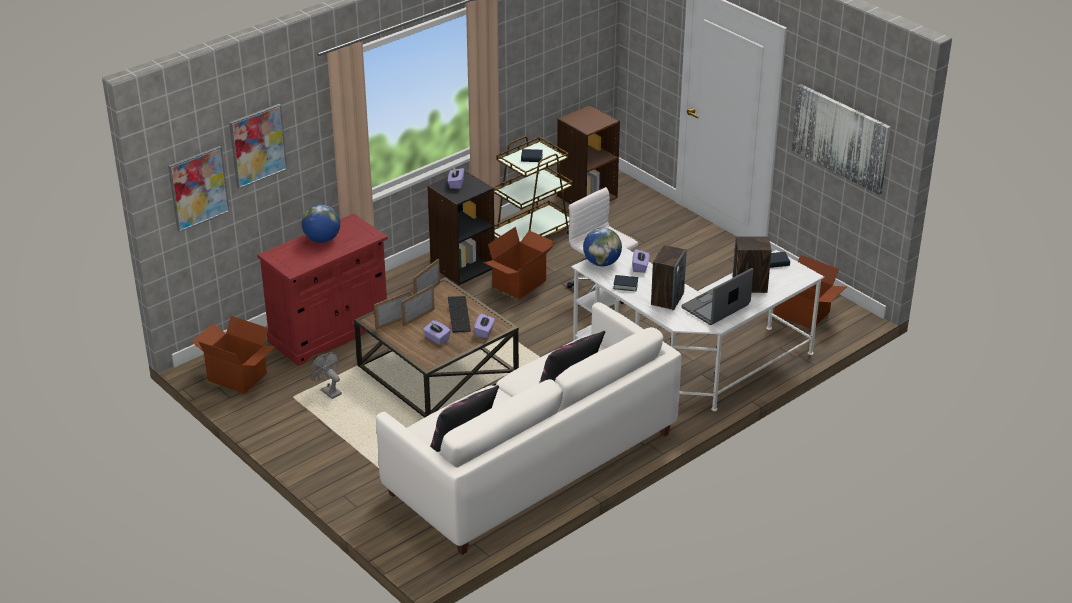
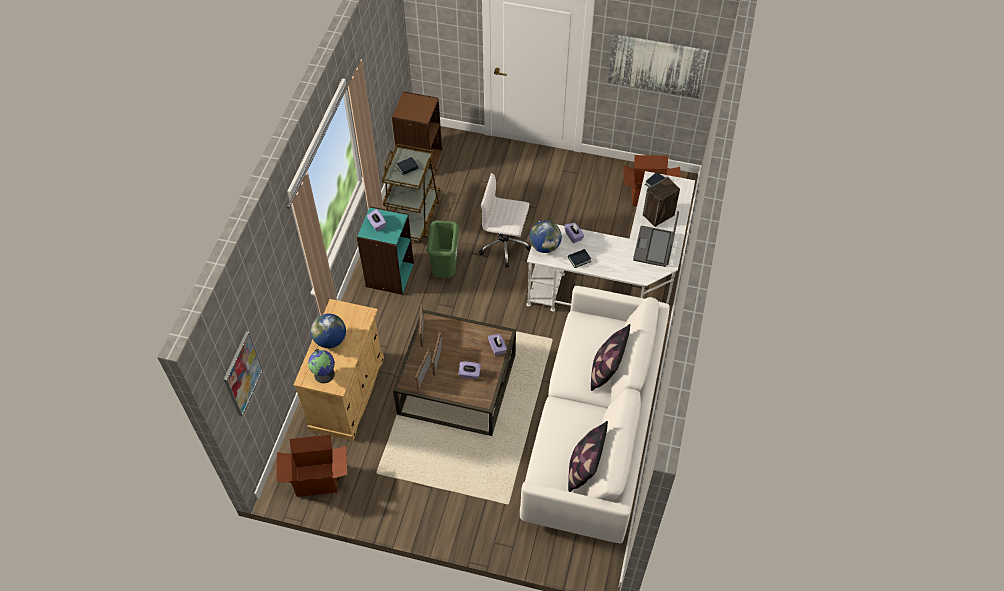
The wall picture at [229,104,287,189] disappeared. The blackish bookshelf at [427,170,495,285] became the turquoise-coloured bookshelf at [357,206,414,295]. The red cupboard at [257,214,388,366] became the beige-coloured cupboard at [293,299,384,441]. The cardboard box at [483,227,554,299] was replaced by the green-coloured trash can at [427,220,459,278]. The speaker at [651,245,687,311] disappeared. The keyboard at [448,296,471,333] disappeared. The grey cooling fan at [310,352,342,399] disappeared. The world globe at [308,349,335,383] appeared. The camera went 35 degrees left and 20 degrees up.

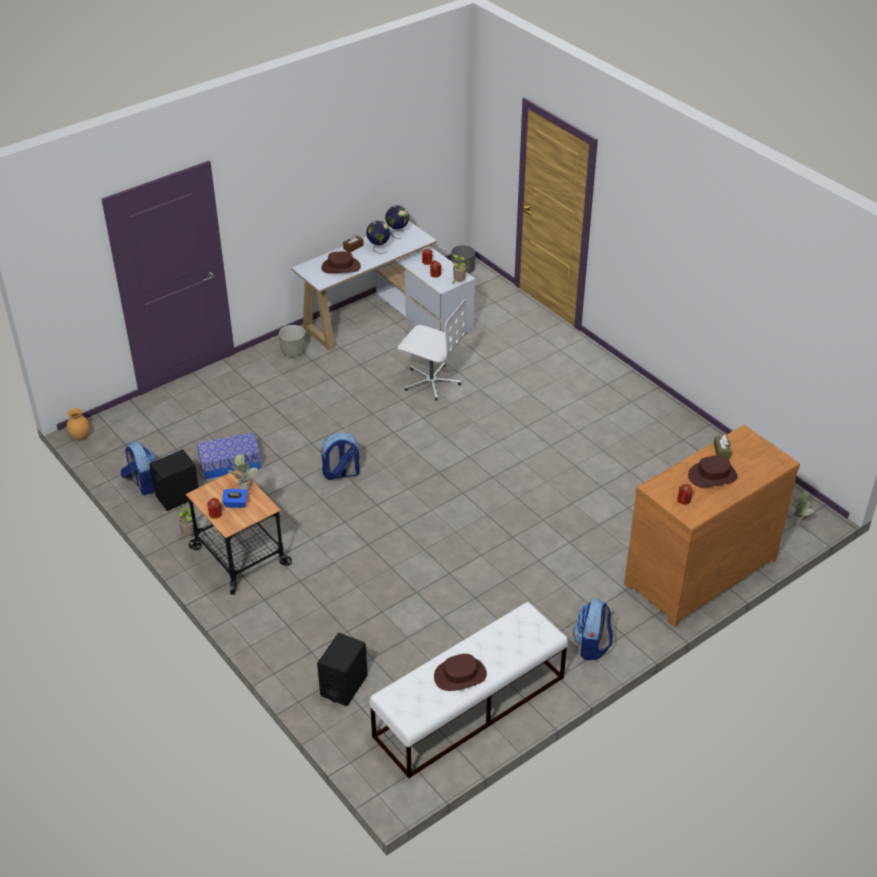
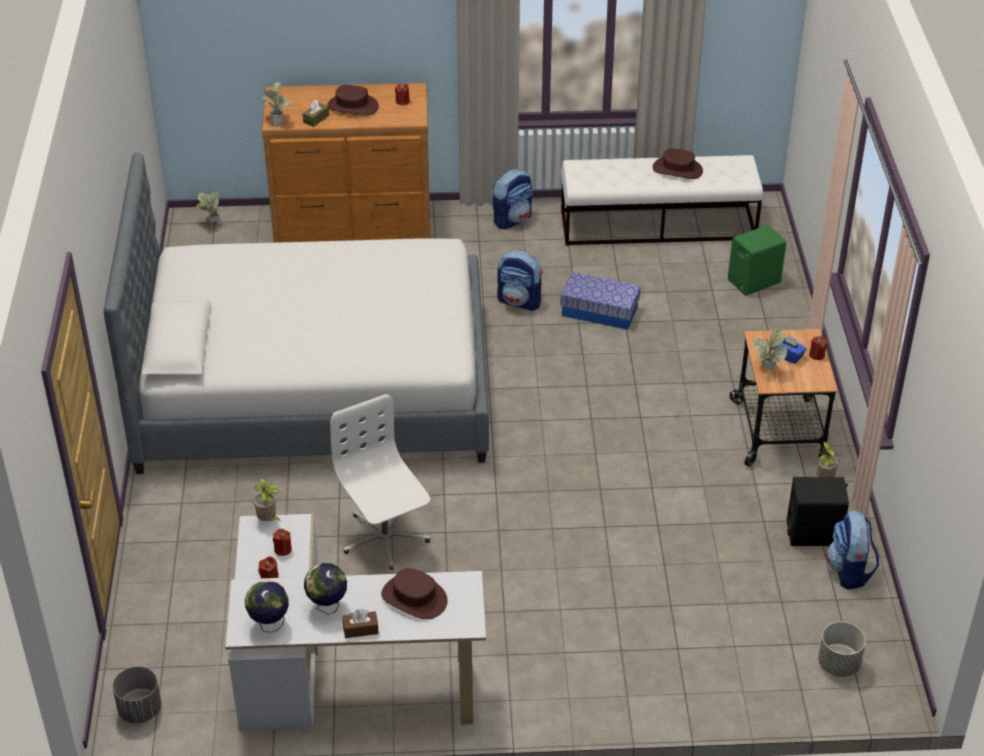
The grey plant pot moved from [279,325,306,357] to [818,622,866,677]. The brown flower vase at [67,408,90,441] disappeared. The storage container moved from [197,432,262,479] to [560,272,641,330]. The rucksack moved from [321,433,360,480] to [497,250,543,311]. The blackish speaker at [317,633,368,706] became the green-coloured speaker at [728,225,786,296]. The plant in a pot at [261,82,291,126] appeared. The sleeping bed at [104,152,489,474] appeared. The camera went 145 degrees left and 0 degrees up.

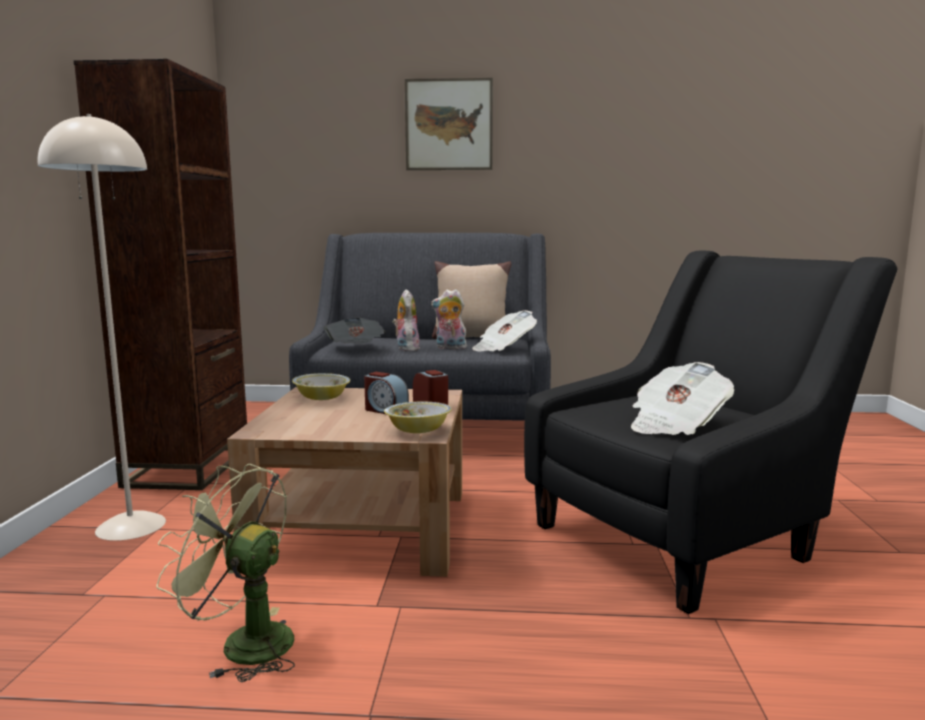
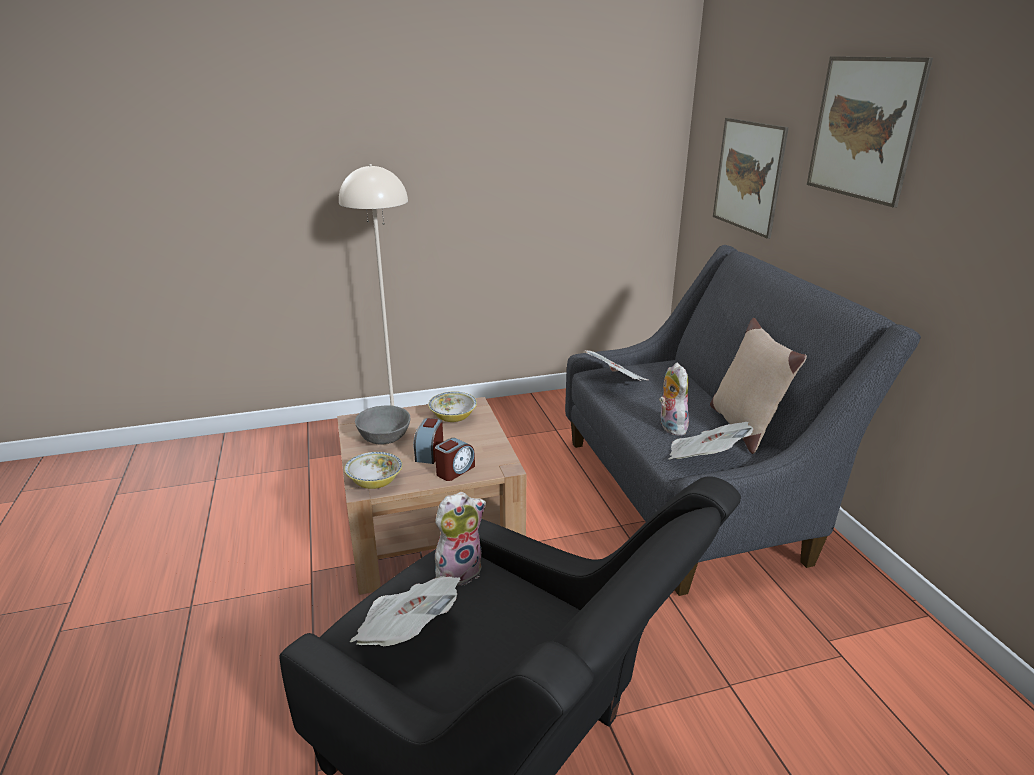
The brown bookshelf at [74,59,247,490] disappeared. The cuddly toy moved from [392,290,420,351] to [435,492,486,586]. The green-coloured cooling fan at [156,464,295,682] disappeared. The wall picture at [713,118,789,239] appeared. The grey deep dish at [355,405,410,445] appeared. The camera went 70 degrees right and 15 degrees up.

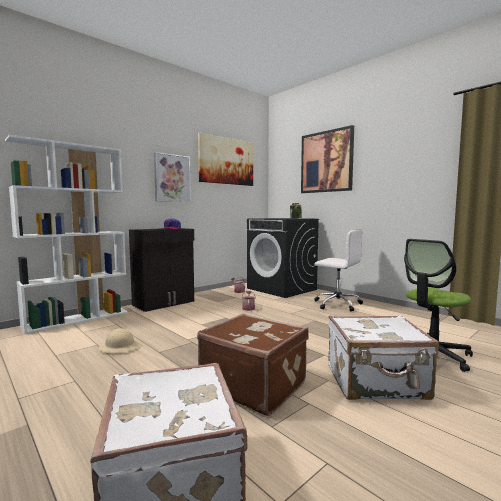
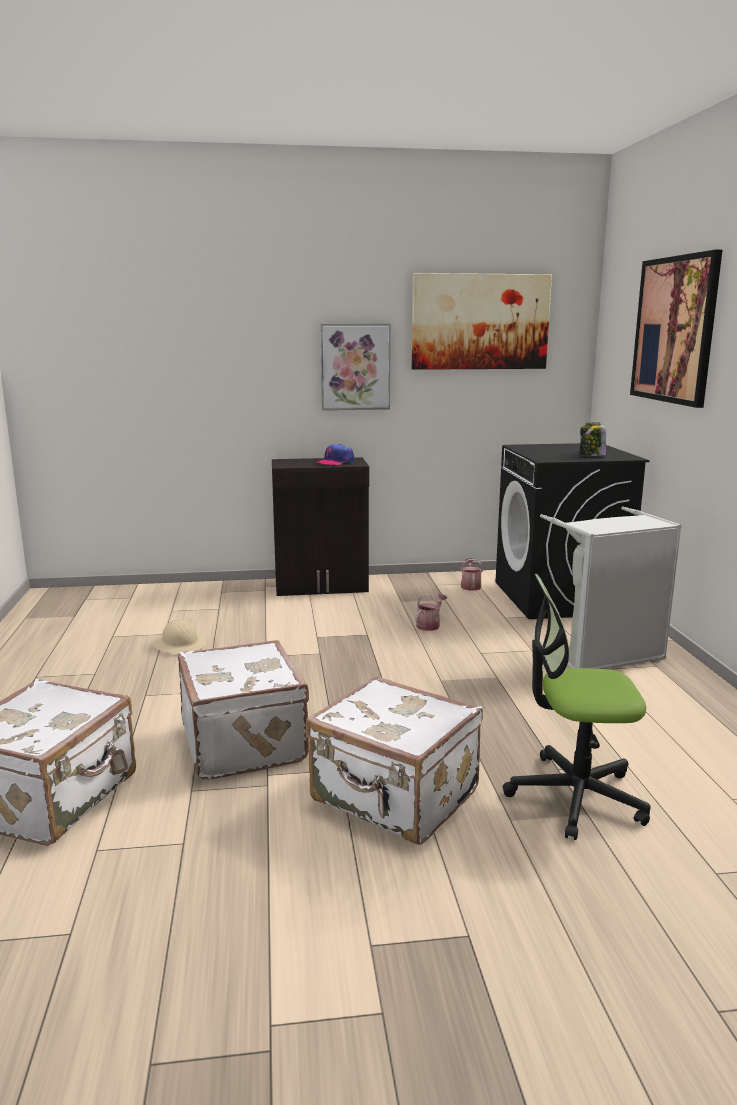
The white bookshelf at [5,135,128,334] disappeared. The white computer chair at [314,229,363,311] was replaced by the grey washing basket at [532,507,682,669]. The brown piece of luggage at [197,314,309,416] became the white piece of luggage at [178,640,309,779]. The camera went 35 degrees right and 10 degrees up.

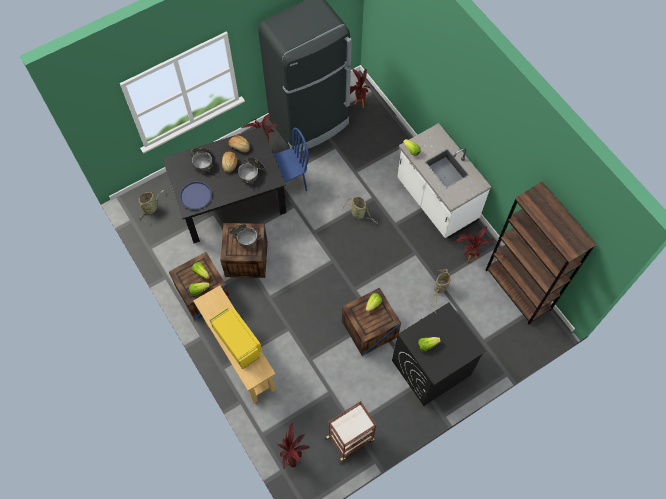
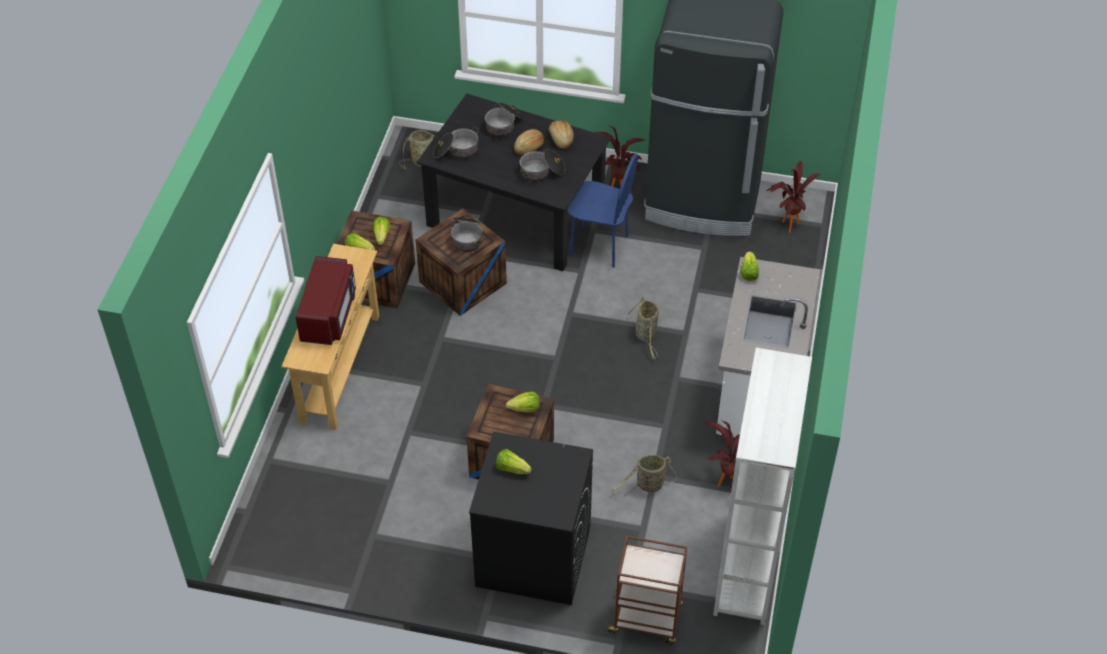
The bluish carrying tray at [179,181,213,210] was replaced by the stockpot at [433,127,479,159]. The brown bookshelf at [486,182,597,325] became the white bookshelf at [713,348,812,625]. The yellow-coloured microwave oven at [209,307,262,369] became the red microwave oven at [296,256,356,345]. The brown cart moved from [324,401,376,463] to [605,536,687,645]. The plant in a pot at [277,423,311,468] disappeared. The camera went 45 degrees right and 15 degrees down.

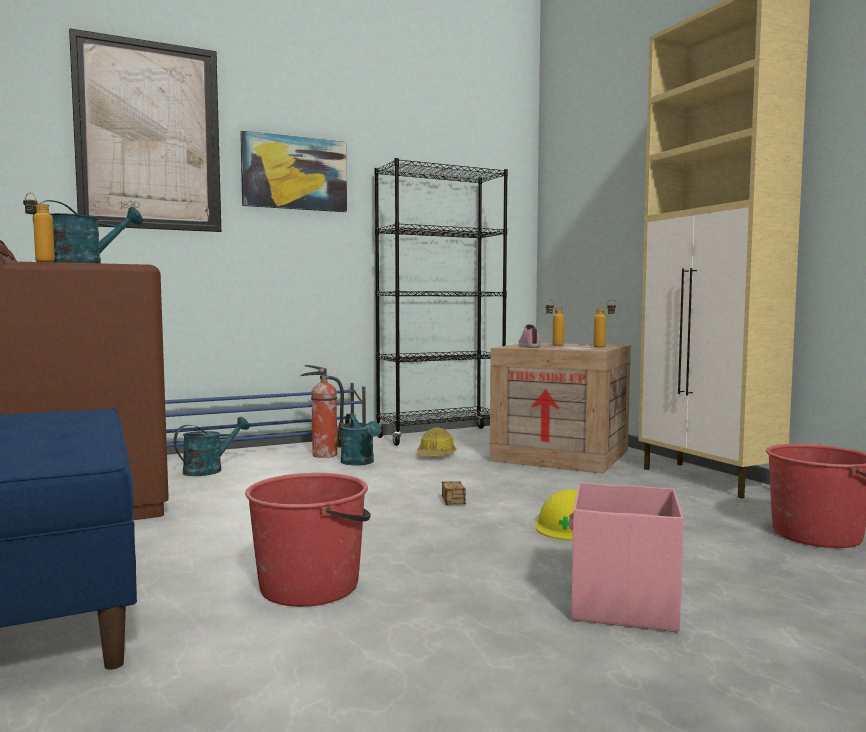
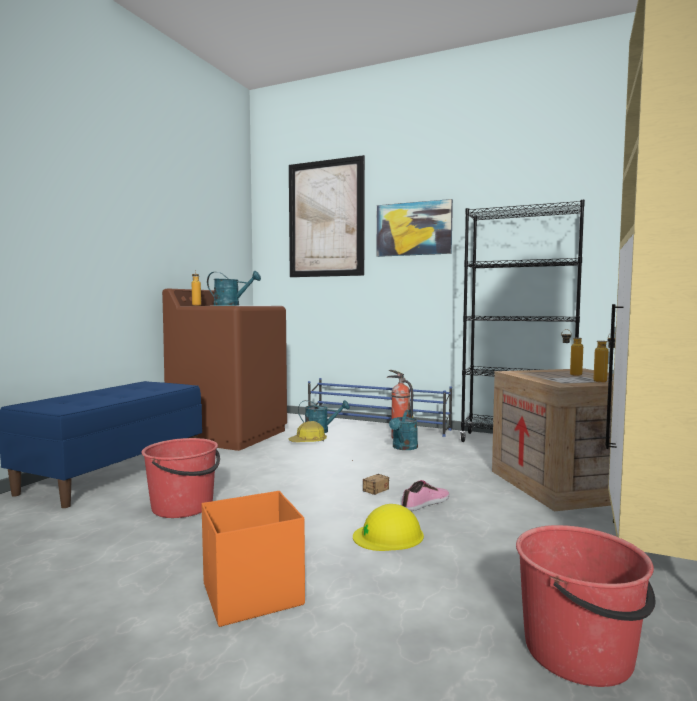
The low shoe moved from [518,324,541,348] to [402,480,449,511]. The safety helmet moved from [418,428,456,456] to [288,421,327,442]. The pink-coloured storage container at [569,482,684,632] became the orange-coloured storage container at [201,491,305,627]. The camera went 50 degrees right and 0 degrees up.

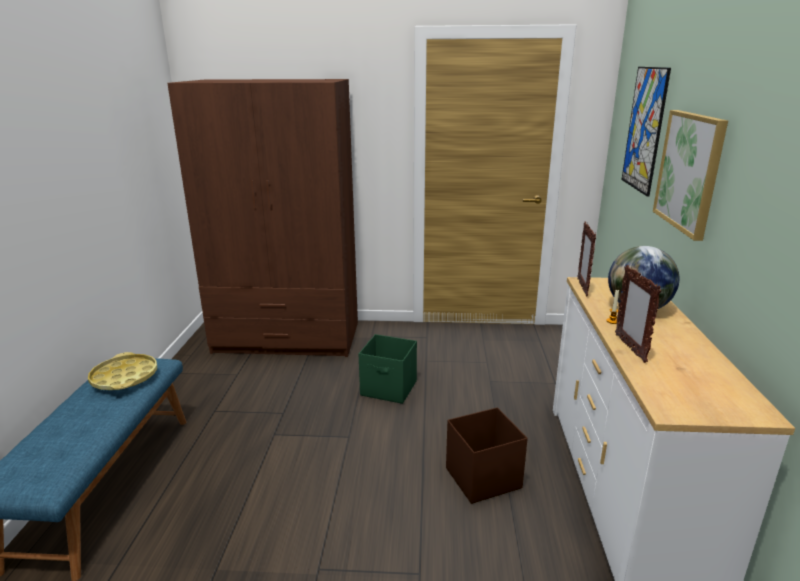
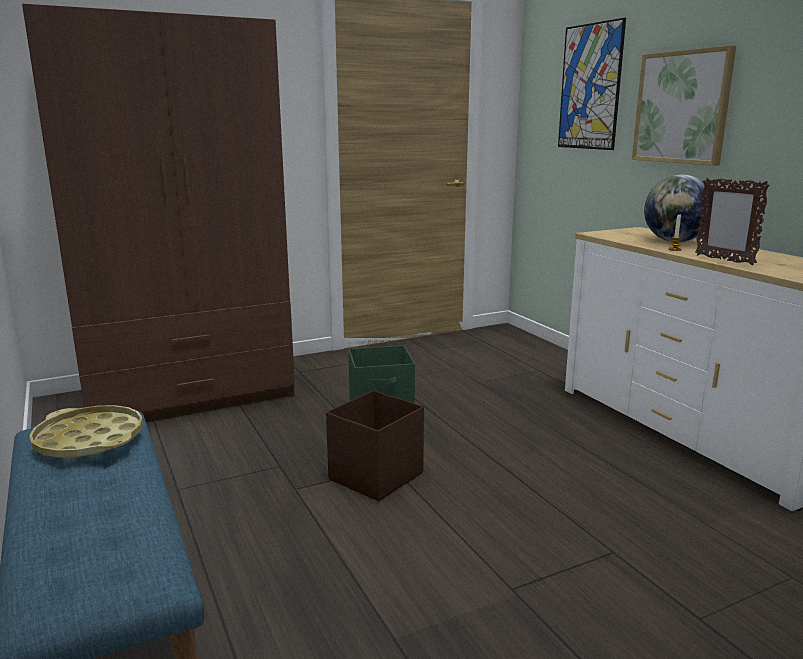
The photo frame at [577,222,596,296] disappeared. The brown storage container moved from [446,408,527,504] to [326,390,424,501]. The camera went 30 degrees left and 5 degrees down.

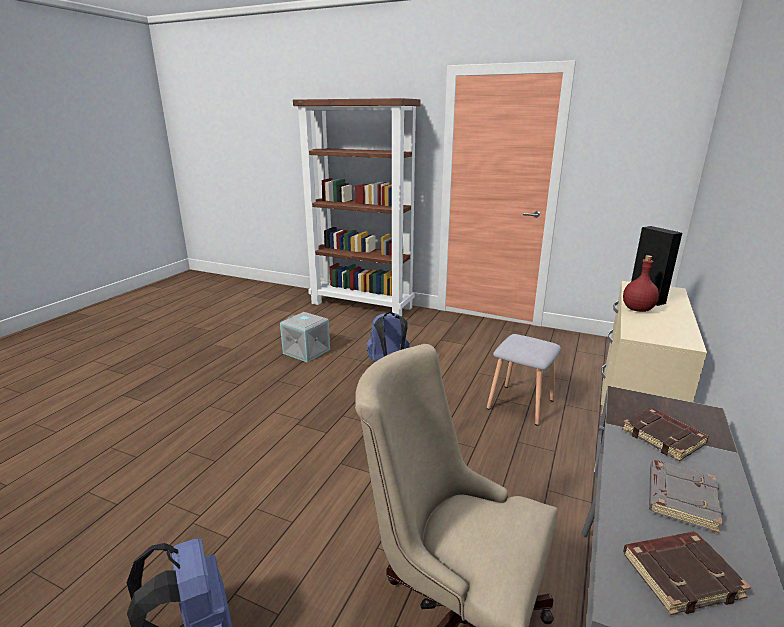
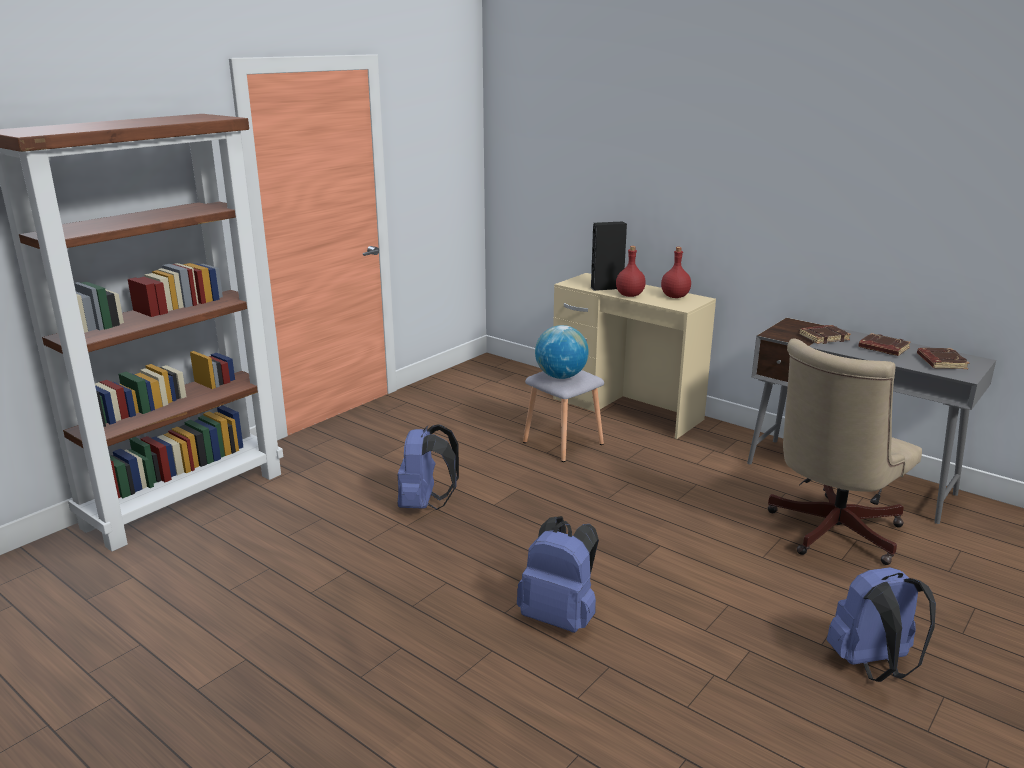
The grey storage container at [280,312,330,363] disappeared. The grey bound book at [649,460,723,533] became the brown bound book at [858,333,911,356]. The red beverage bottle at [661,247,691,298] appeared. The world globe at [535,325,589,379] appeared. The bluish rucksack at [517,516,599,633] appeared. The camera went 75 degrees left and 0 degrees up.

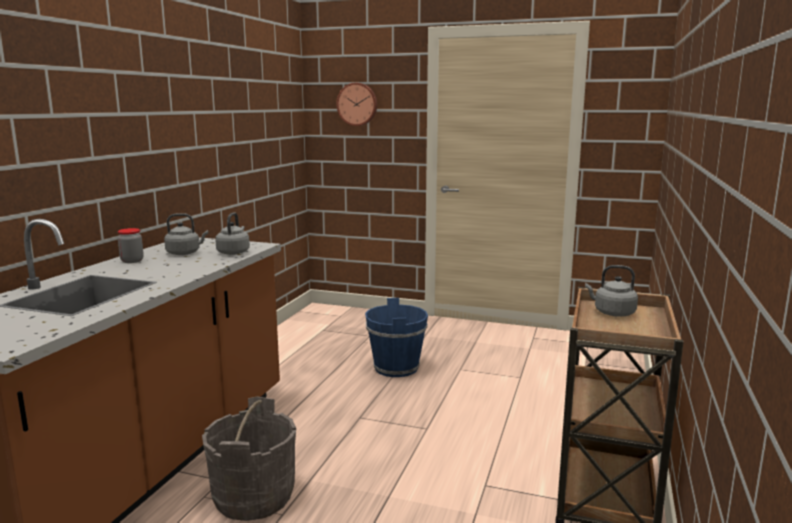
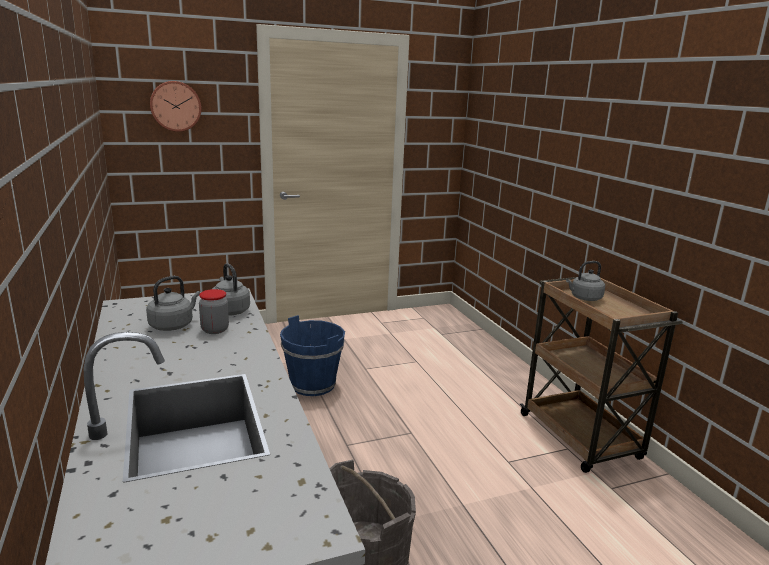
The jar moved from [118,228,144,263] to [199,289,229,334]. The camera went 40 degrees left and 5 degrees up.

